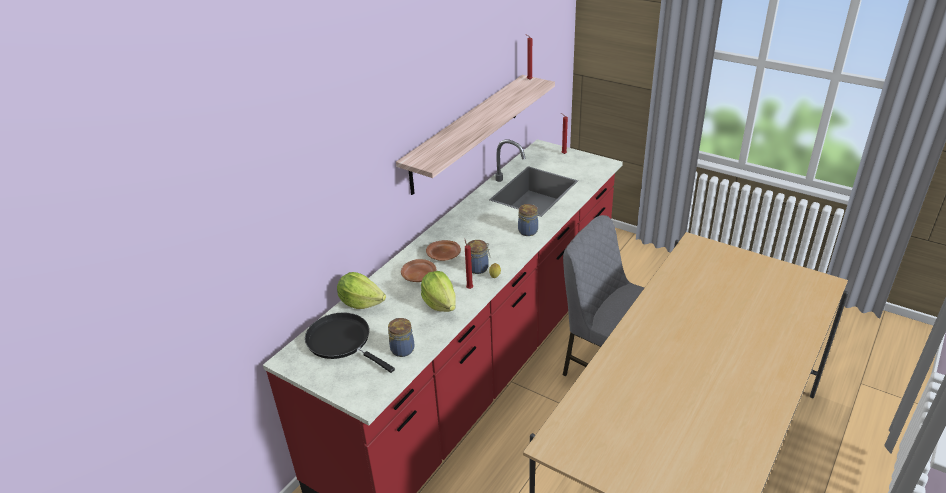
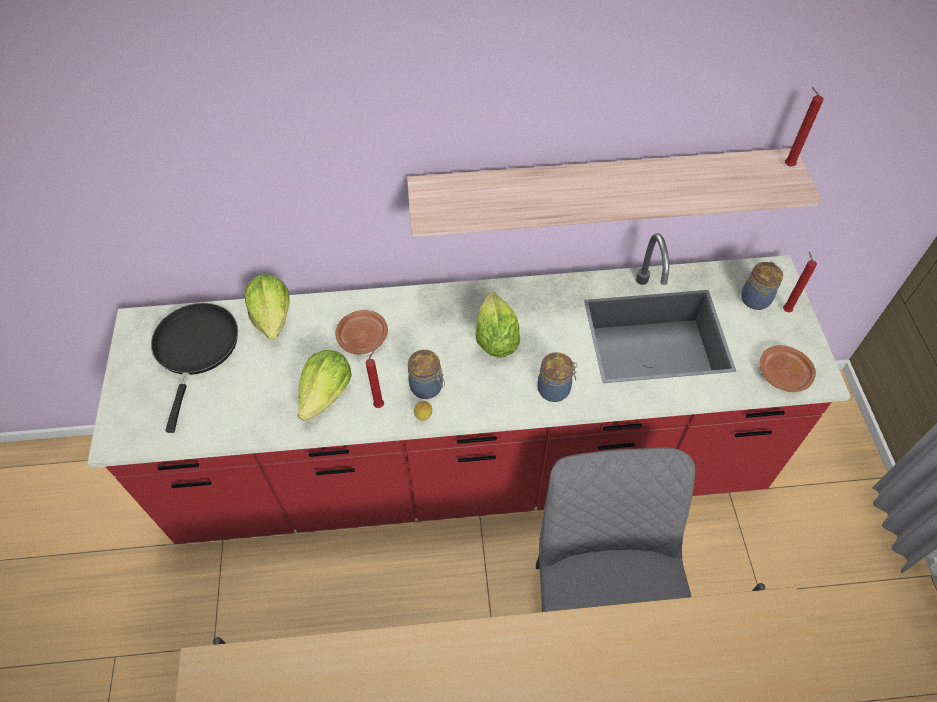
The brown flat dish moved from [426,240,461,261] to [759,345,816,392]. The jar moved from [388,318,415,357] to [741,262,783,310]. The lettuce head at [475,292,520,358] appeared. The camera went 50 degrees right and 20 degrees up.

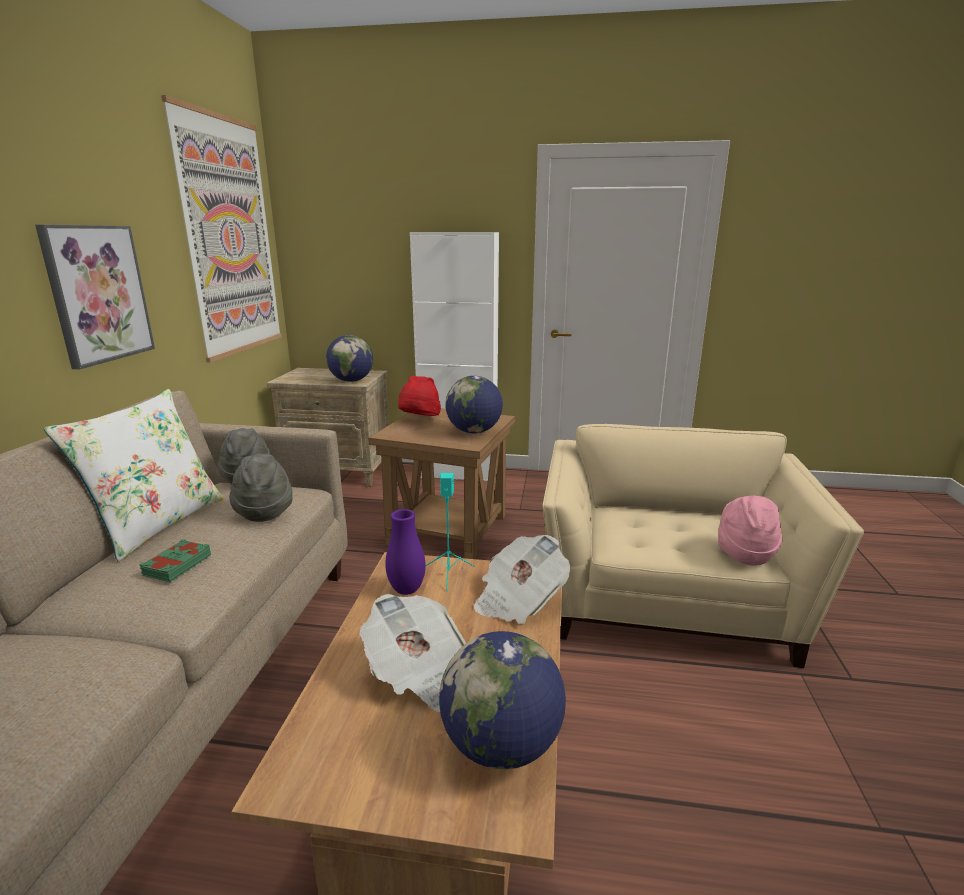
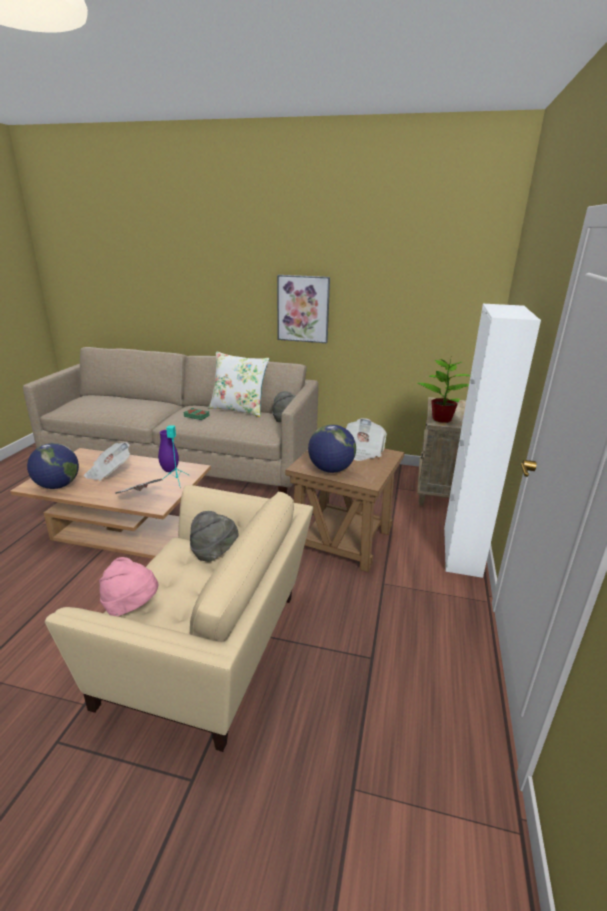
The wall picture at [161,95,282,363] disappeared. The world globe at [326,335,373,382] was replaced by the plant in a pot at [417,358,470,423]. The red hat at [398,376,441,416] was replaced by the newspaper at [346,418,387,461]. The grey hat moved from [229,453,293,522] to [190,511,238,562]. The camera went 95 degrees right and 5 degrees up.

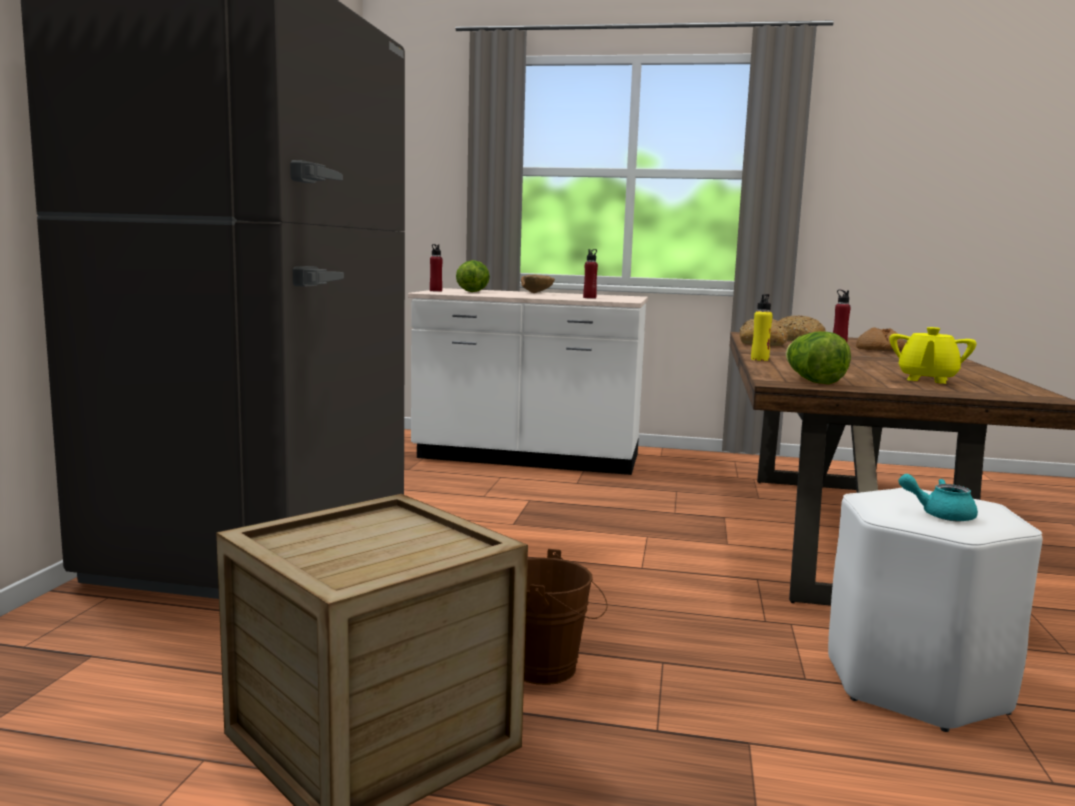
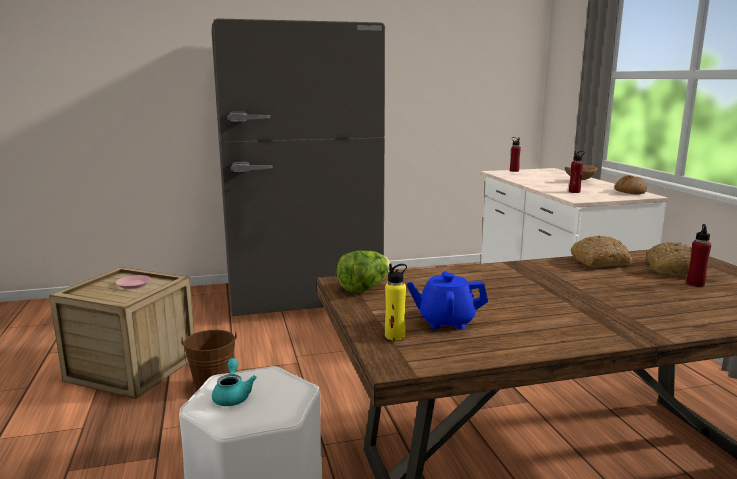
The lettuce head at [456,260,490,292] disappeared. The yellow-coloured beverage bottle moved from [751,294,773,361] to [385,264,407,341]. The bakery bread moved from [856,327,905,352] to [614,175,647,194]. The yellow-coloured teapot at [889,327,977,384] became the bluish teapot at [407,271,488,330]. The pink-coloured flat dish at [115,275,151,289] appeared. The camera went 65 degrees right and 5 degrees up.

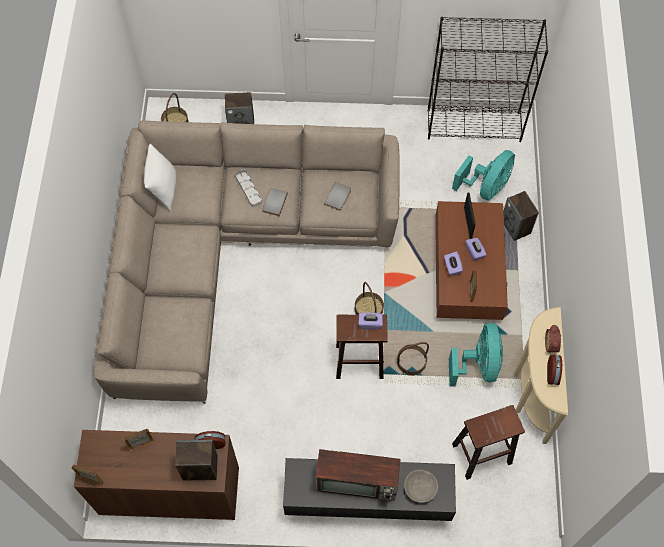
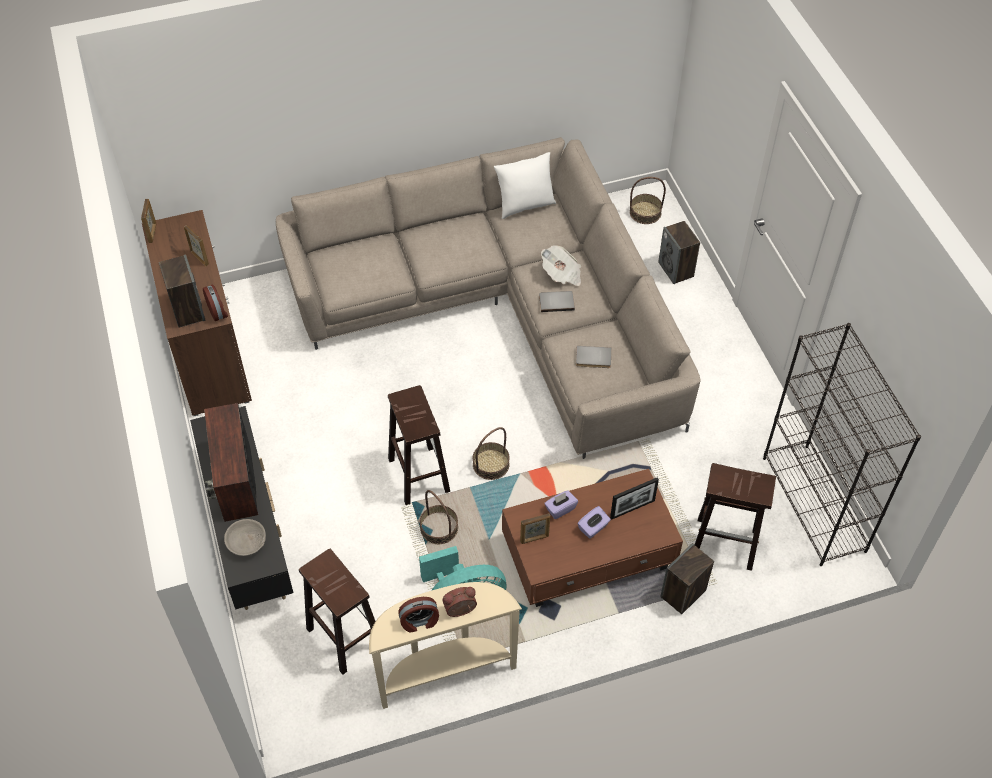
The turquoise-coloured cooling fan at [452,150,515,201] was replaced by the brown sitting stool at [695,463,776,571]. The grey carrying tray at [235,169,262,207] was replaced by the newspaper at [541,245,581,286]. The purple-coloured tissue box at [358,312,383,330] disappeared. The camera went 70 degrees right and 10 degrees down.

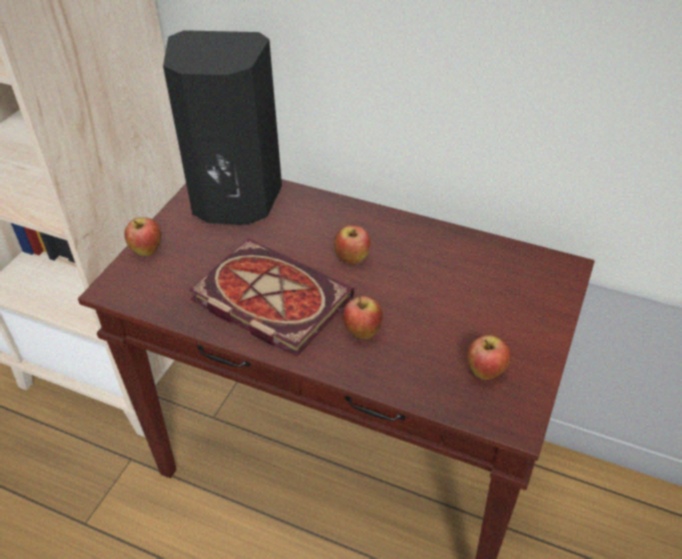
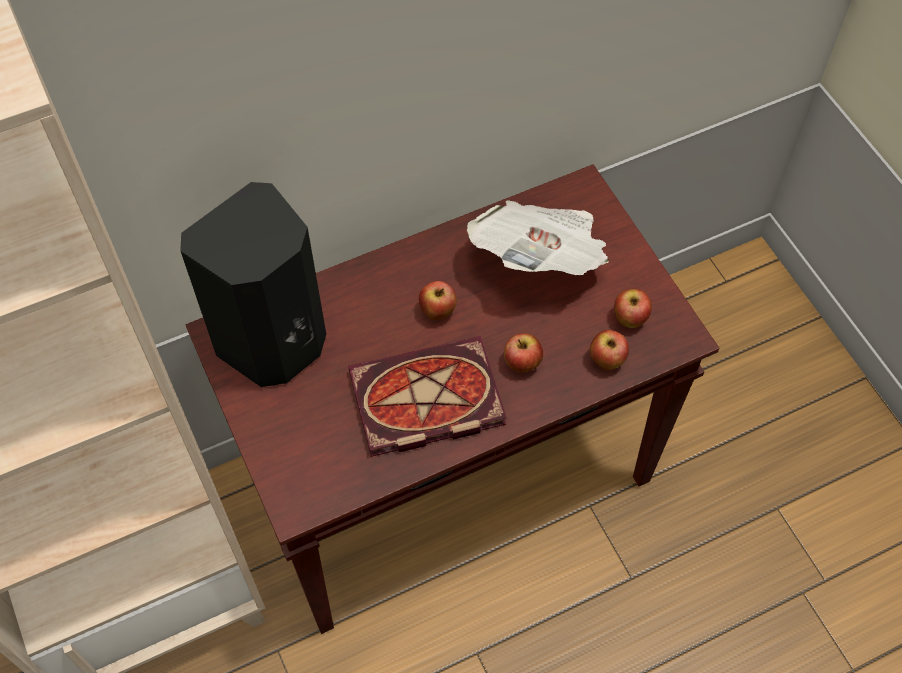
The apple moved from [124,217,161,256] to [590,330,629,370]. The newspaper at [467,200,609,275] appeared. The camera went 50 degrees left and 15 degrees up.

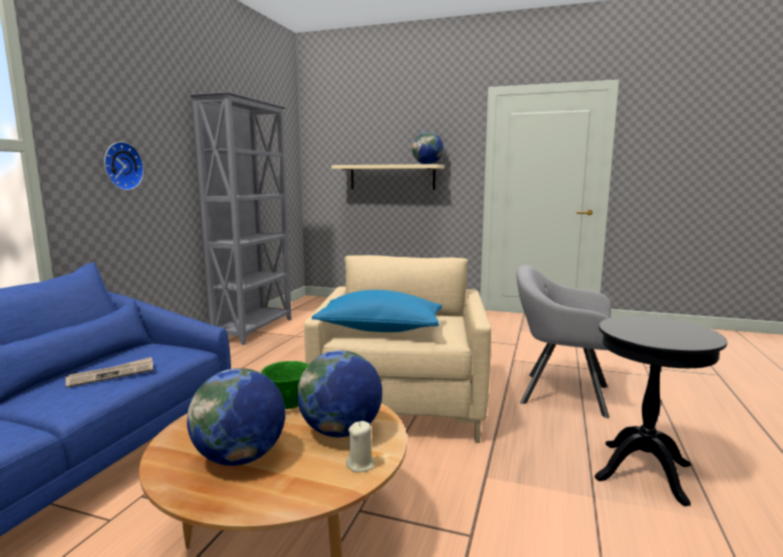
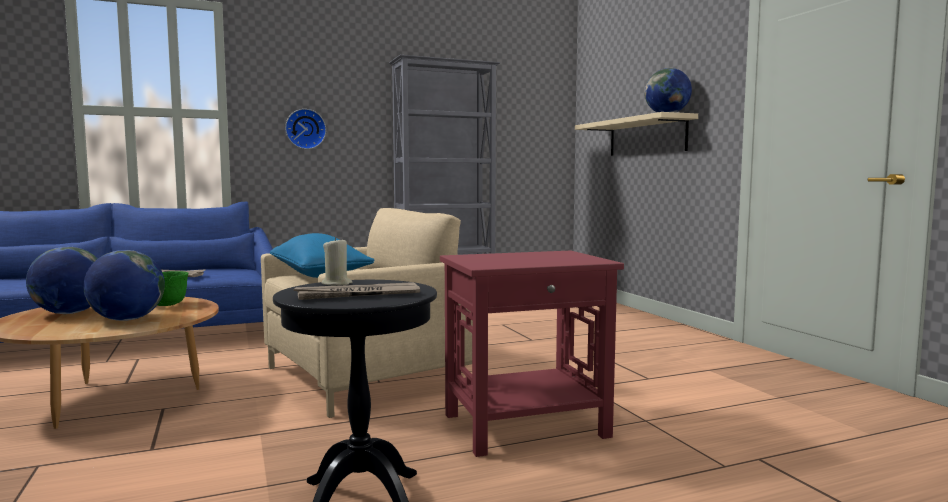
The grey lounge chair at [516,265,611,418] was replaced by the red end table at [440,251,624,457]. The beige-coloured wax light moved from [346,421,375,472] to [322,237,352,285]. The newspaper at [293,282,420,300] appeared. The camera went 50 degrees right and 5 degrees down.

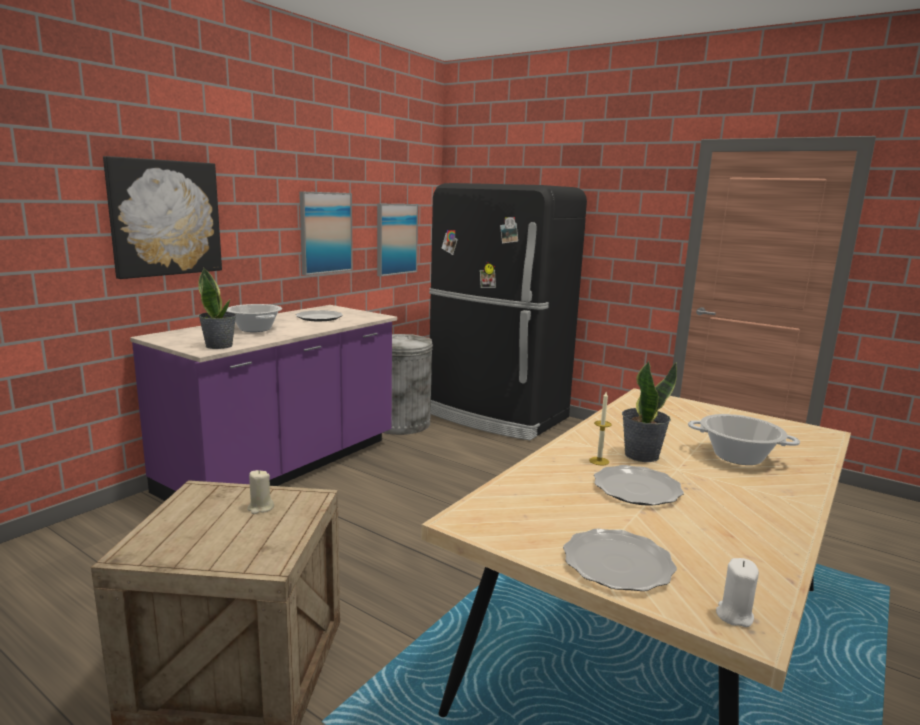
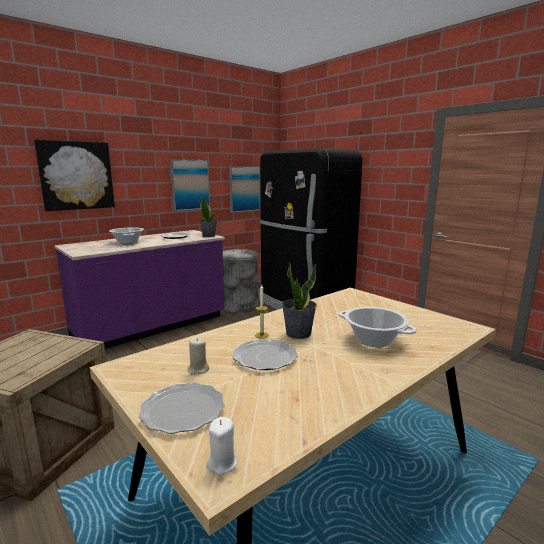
The plant in a pot moved from [198,268,236,349] to [200,198,217,237]. The beige-coloured wax light moved from [247,470,274,514] to [188,338,209,375]. The camera went 15 degrees right and 0 degrees up.

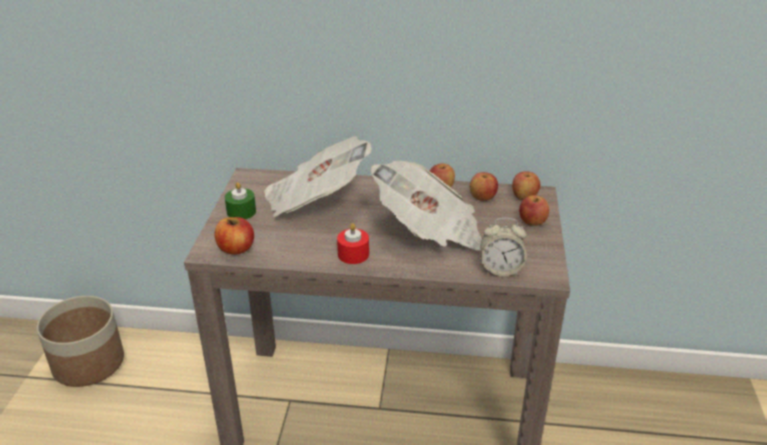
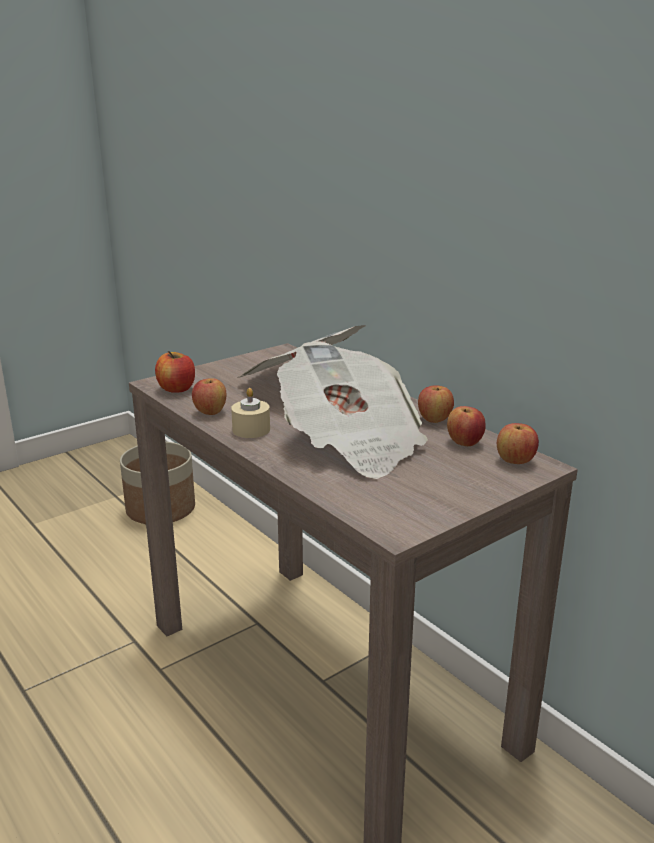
The green-coloured wax light at [225,182,256,219] disappeared. The apple moved from [519,195,549,226] to [192,378,227,415]. The bedside clock at [480,218,527,276] disappeared. The red wax light at [337,223,369,264] became the beige-coloured wax light at [231,388,270,438]. The camera went 45 degrees right and 10 degrees down.

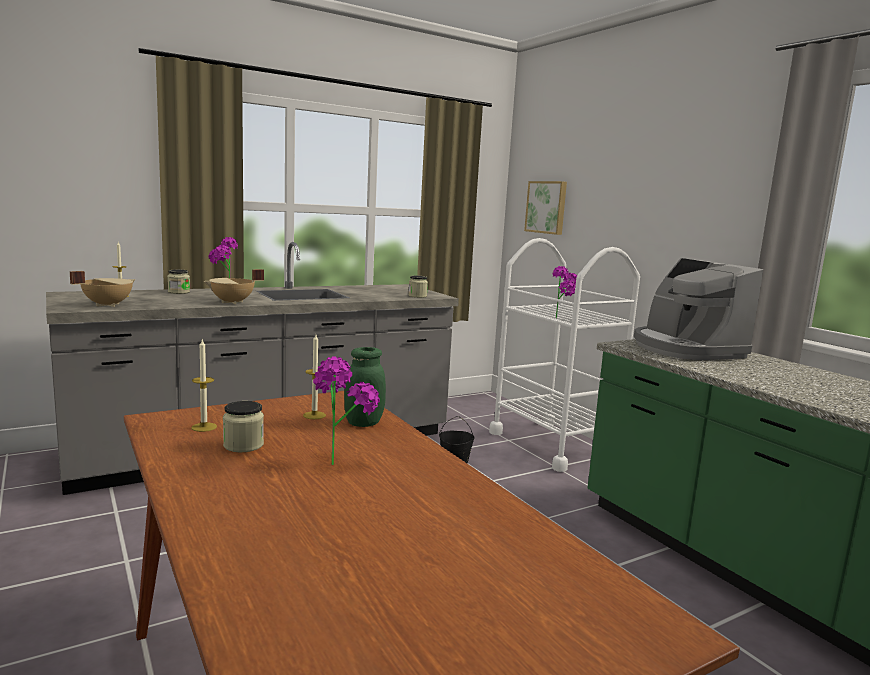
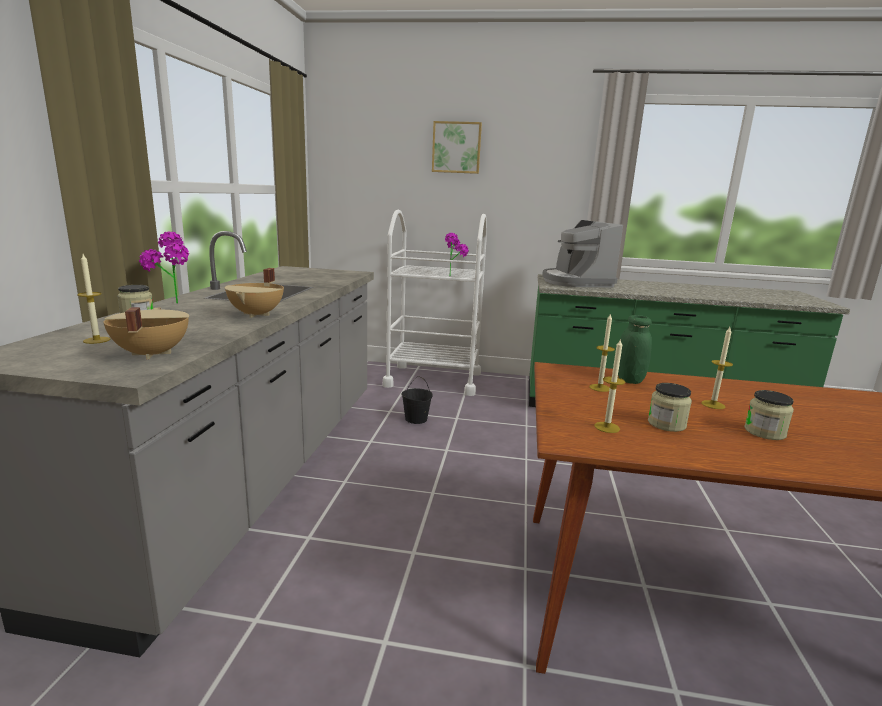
The wall picture moved from [524,181,567,235] to [432,121,482,174]. The coffee brewer at [634,258,763,360] turned 60 degrees clockwise. The jar moved from [408,275,428,298] to [744,390,794,440]. The plant in a pot at [313,357,380,465] was replaced by the wax light at [701,327,733,409]. The camera went 50 degrees left and 5 degrees up.

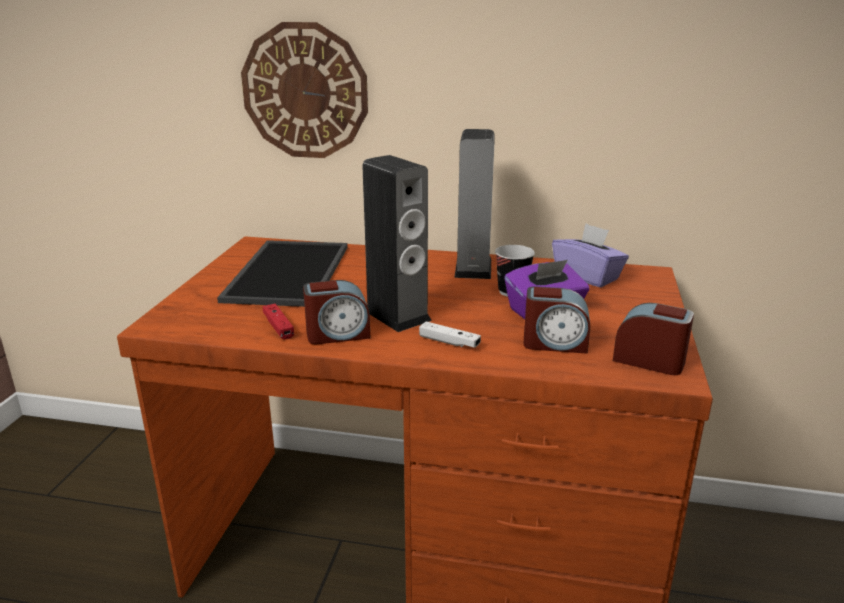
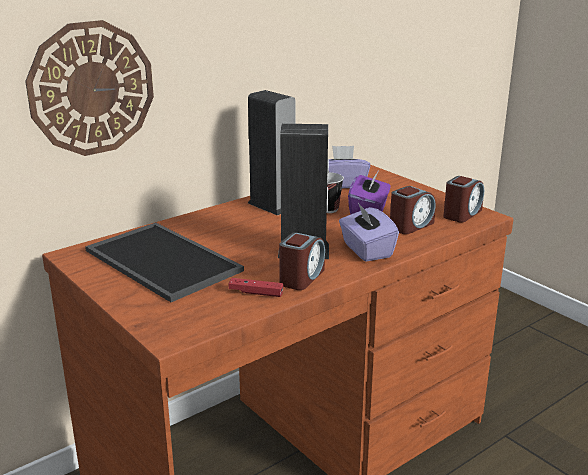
The bedside clock at [613,303,694,375] turned 150 degrees clockwise. The white joypad at [419,321,481,348] was replaced by the purple-coloured tissue box at [339,203,399,262]. The camera went 50 degrees left and 0 degrees up.

